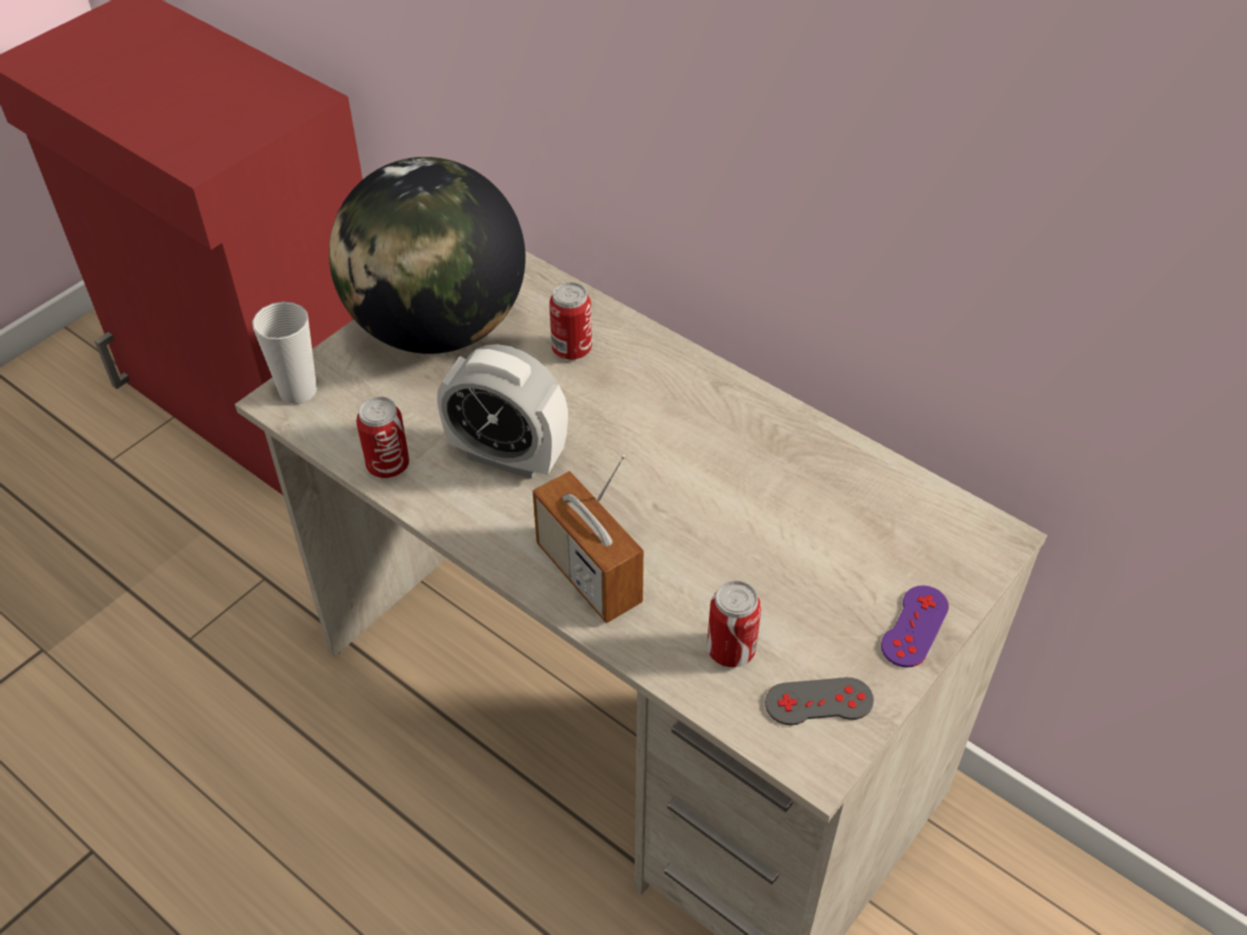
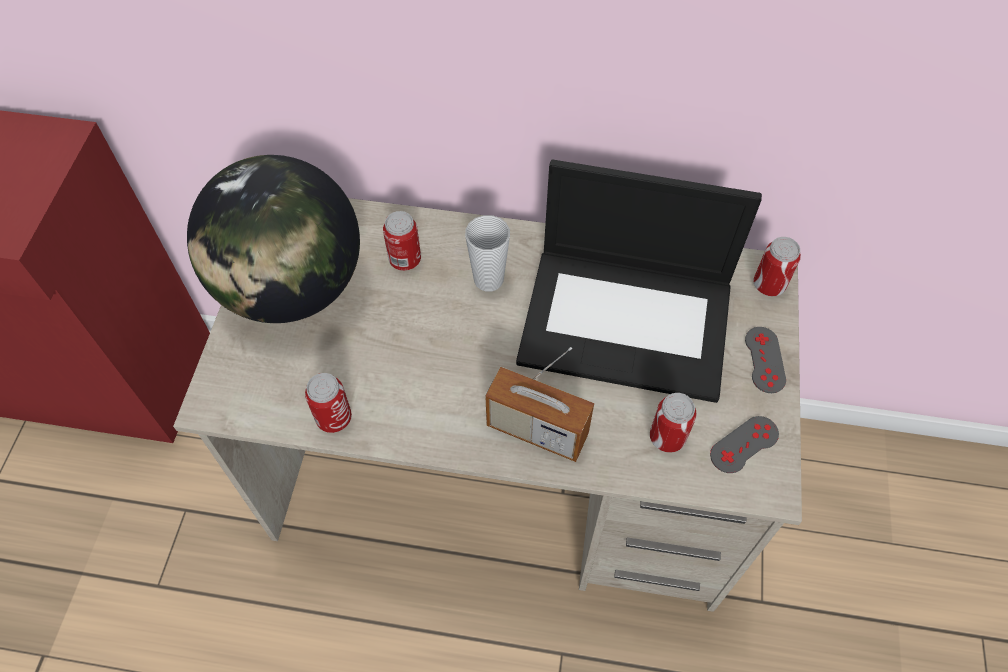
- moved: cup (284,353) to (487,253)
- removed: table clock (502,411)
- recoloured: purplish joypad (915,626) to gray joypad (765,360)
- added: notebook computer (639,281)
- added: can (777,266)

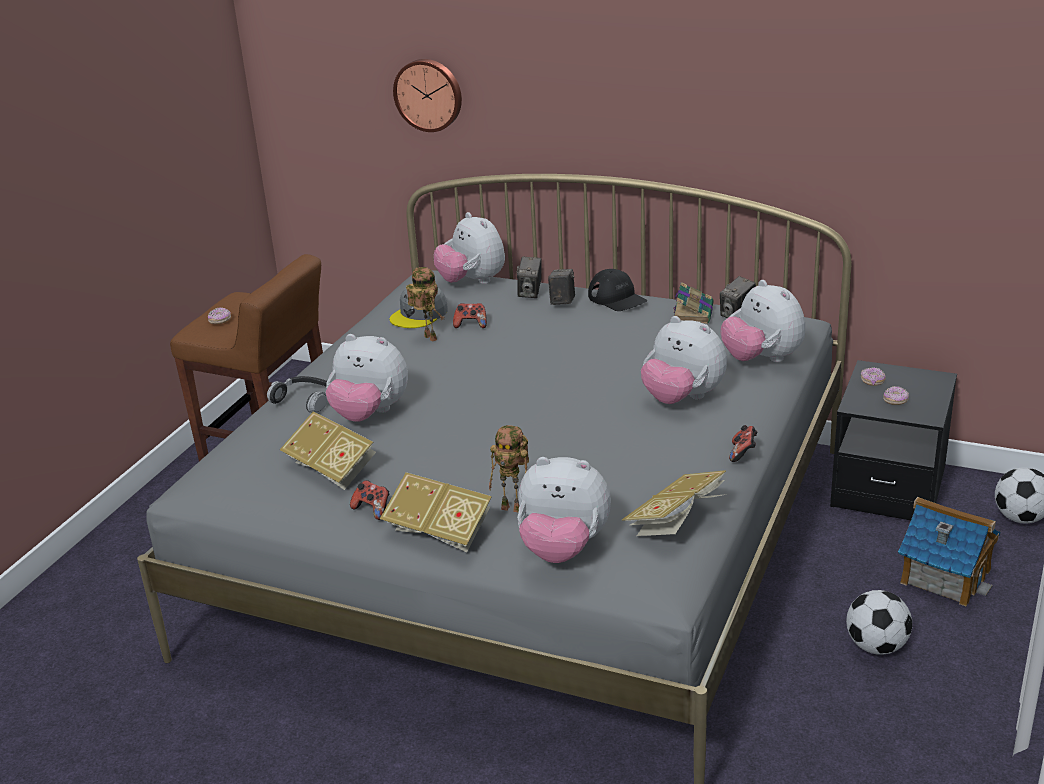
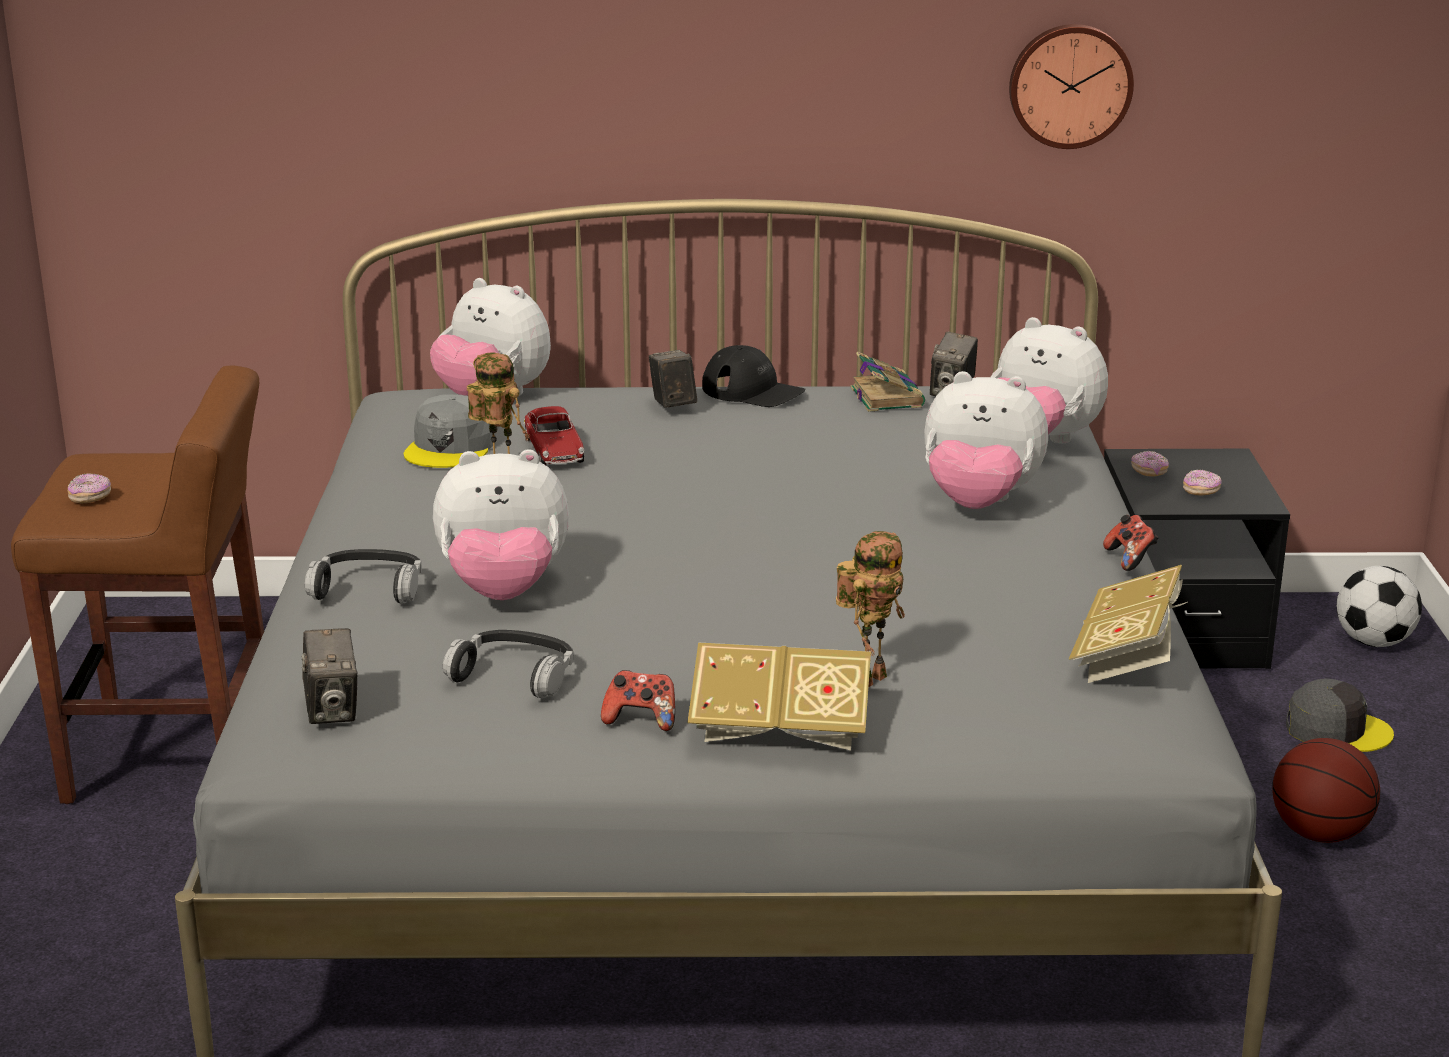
- replaced: book (328,450) to headset (508,664)
- moved: clock on the wall (427,95) to (1071,86)
- replaced: joypad (470,315) to miniature car (553,435)
- turned: robot figure (509,469) = (870,609) 45 degrees counterclockwise
- moved: photo camera (529,277) to (329,676)
- removed: cuddly toy (564,510)
- replaced: football (879,622) to ball for basketball (1326,790)
- replaced: miniature house (949,551) to gray peaked cap (1340,715)

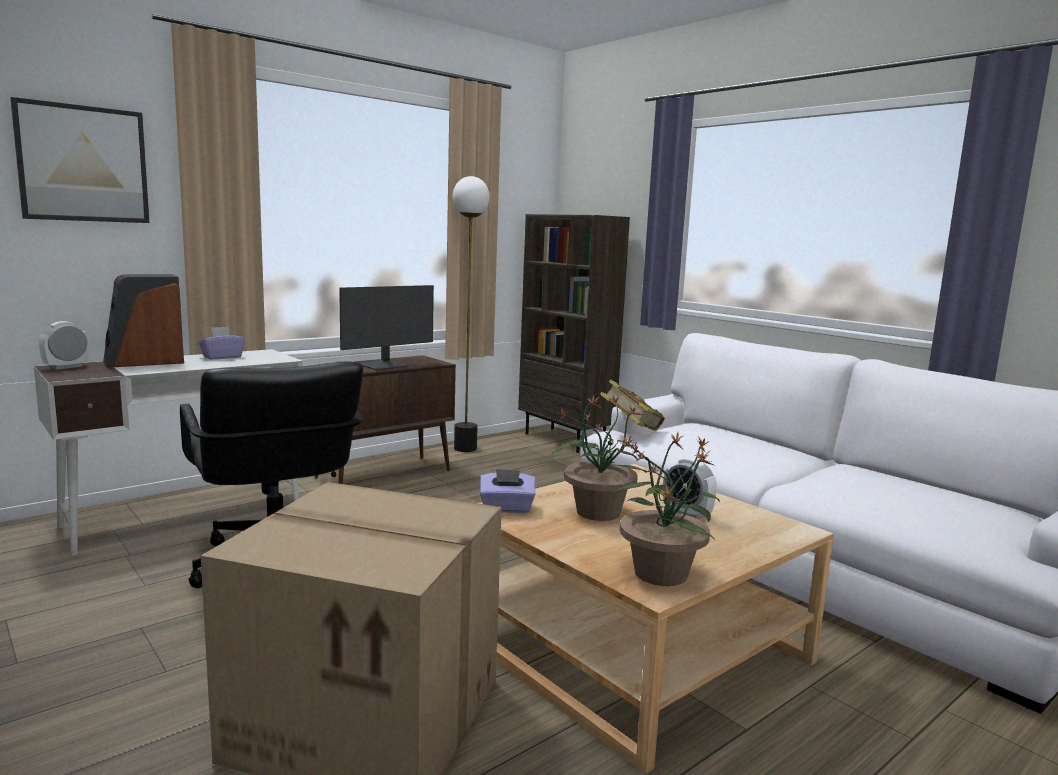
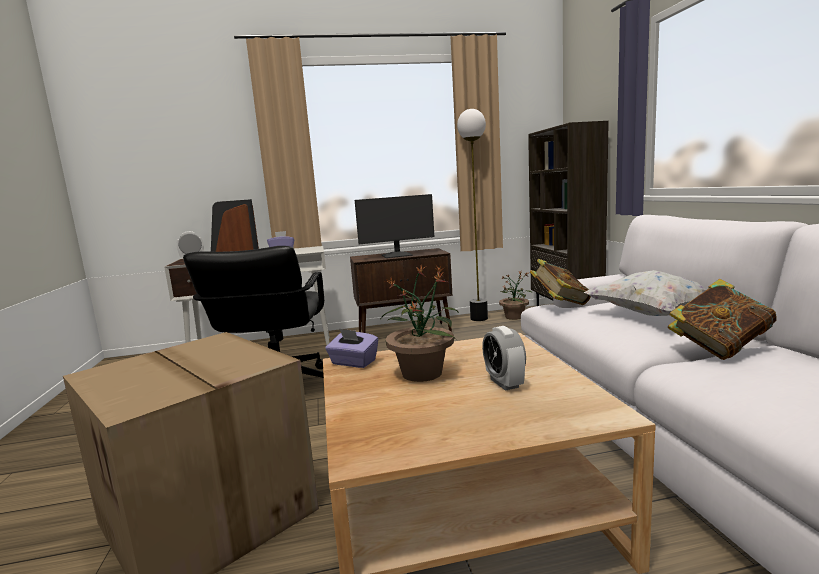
- removed: wall picture (79,160)
- moved: plant in a pot (667,509) to (516,296)
- added: whitish throw pillow (645,293)
- added: book (722,319)

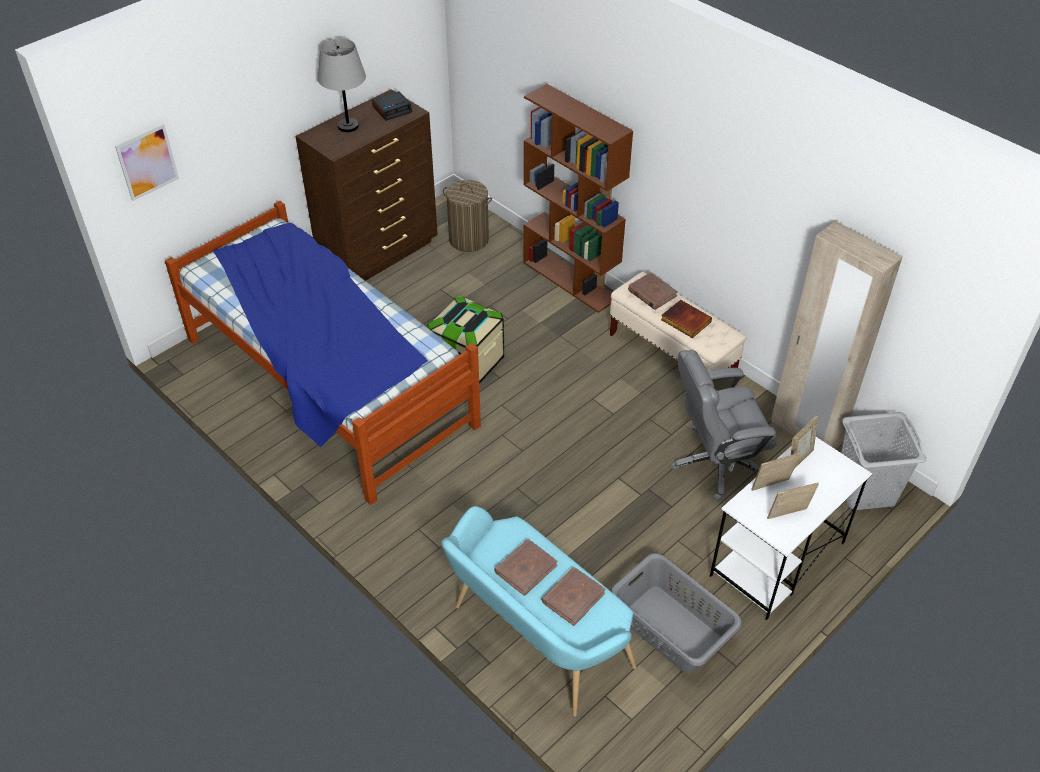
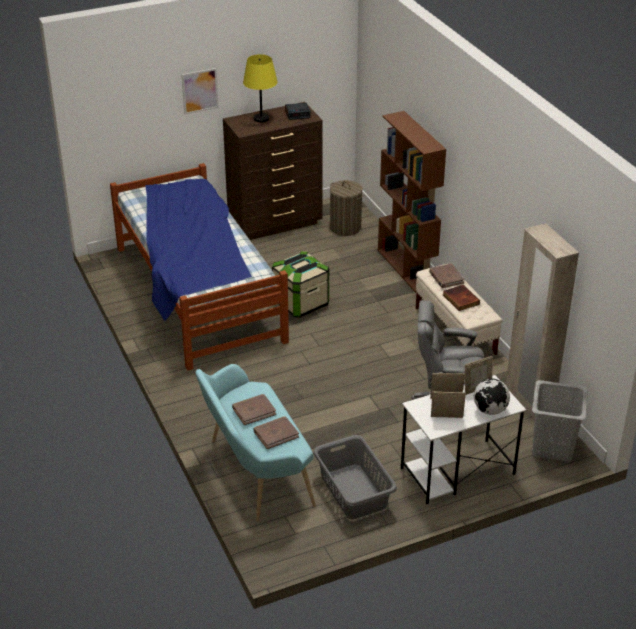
- moved: wall picture (147,162) to (200,91)
- recoloured: gray table lamp (342,85) to yellowish table lamp (260,88)
- added: desk globe (492,396)

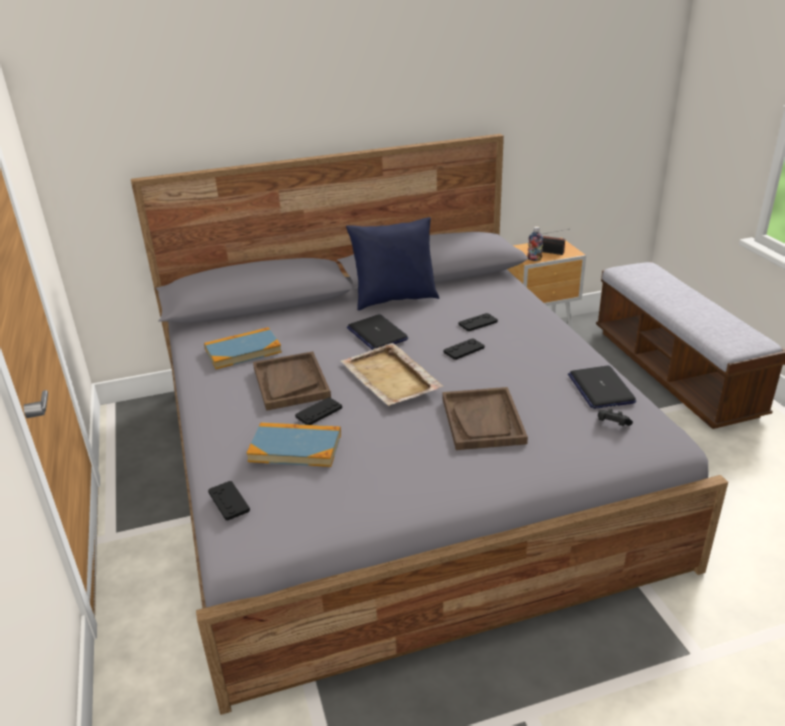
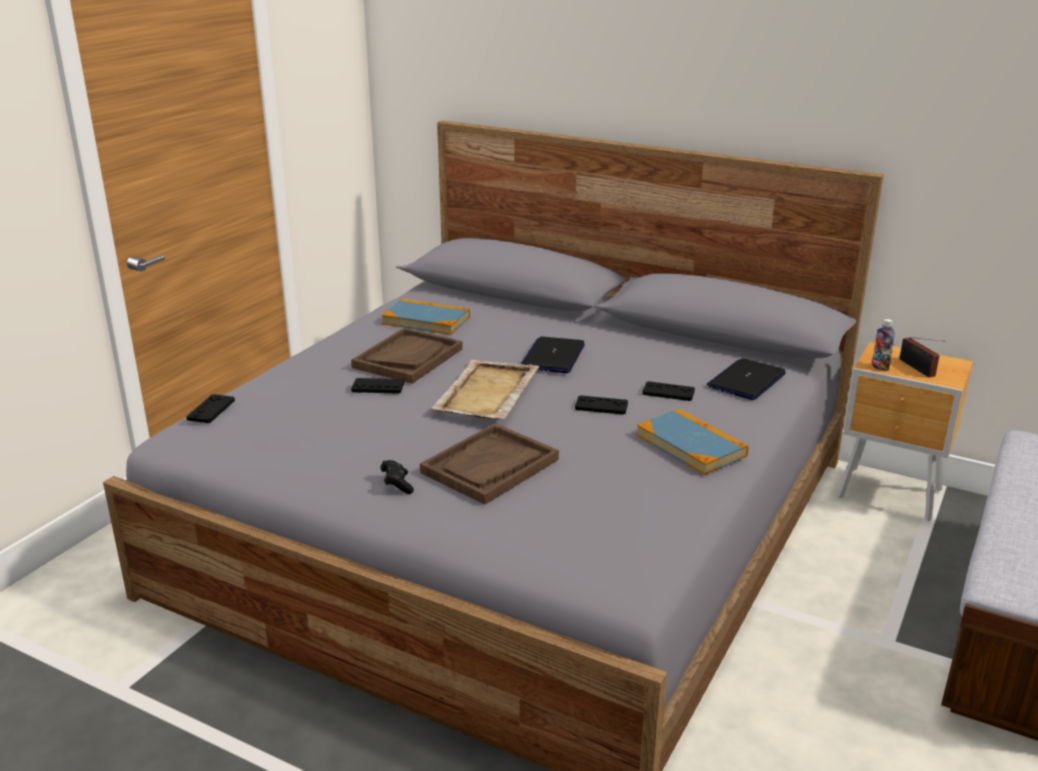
- moved: book (293,444) to (693,441)
- removed: bluish throw pillow (392,263)
- moved: notebook computer (602,387) to (746,379)
- moved: black joypad (615,417) to (397,477)

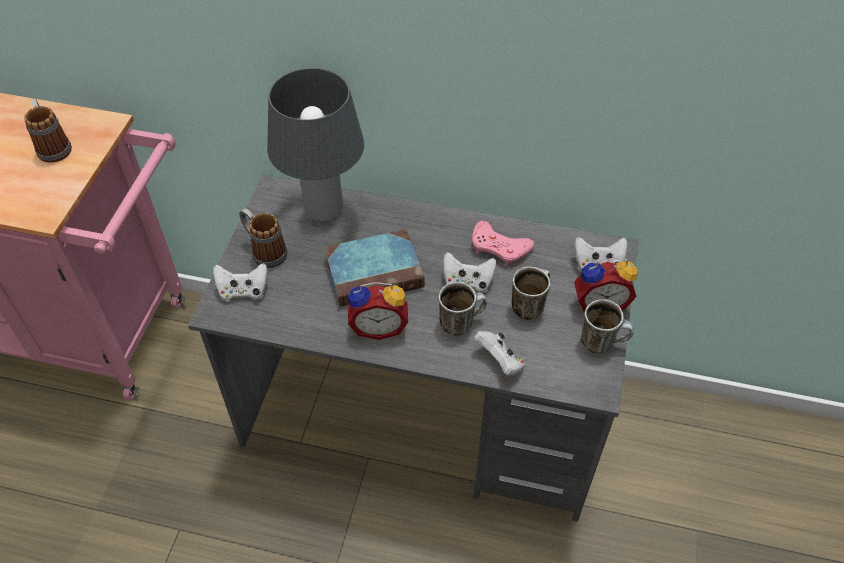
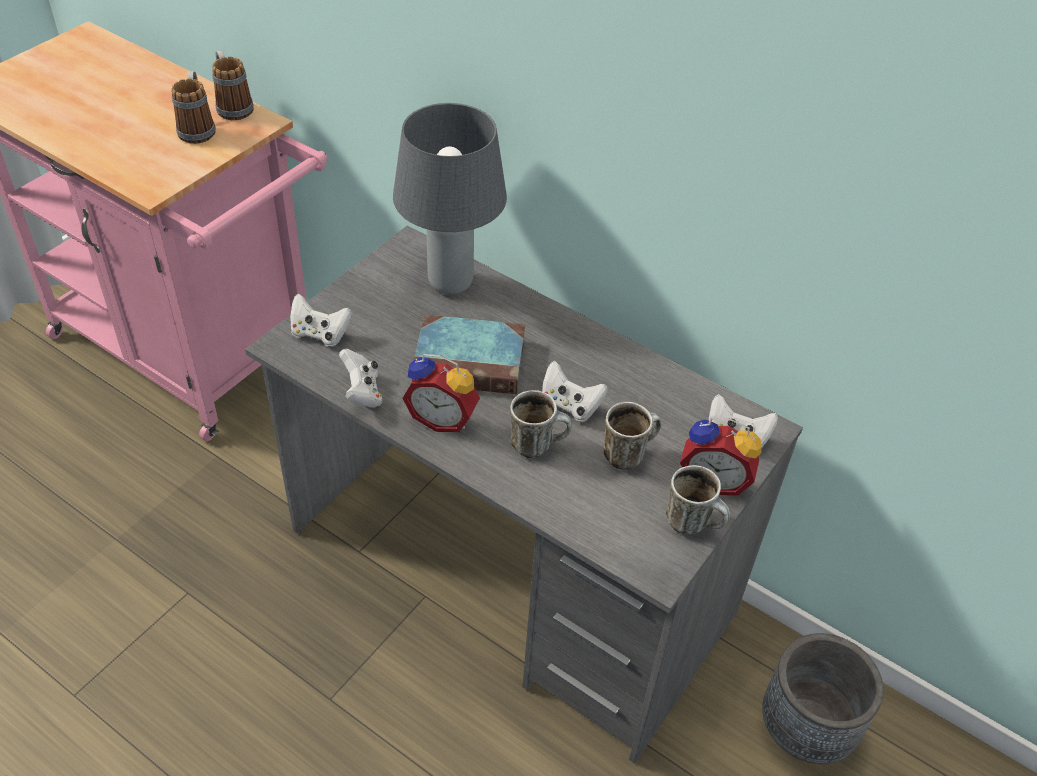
- moved: mug (263,238) to (233,85)
- removed: pinkish joypad (503,243)
- moved: whitish joypad (499,353) to (360,378)
- added: gray flower pot (823,698)

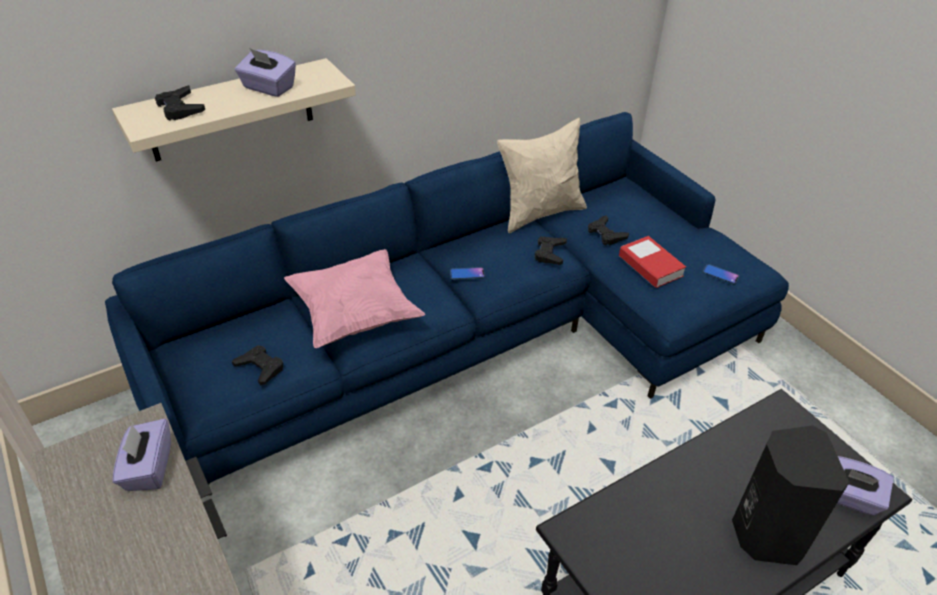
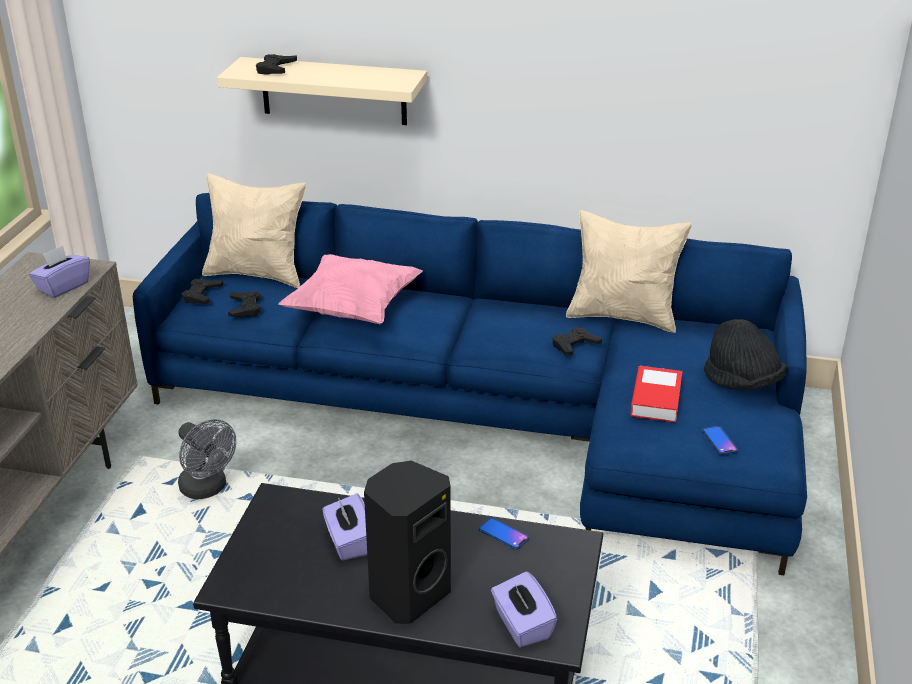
- moved: purplish tissue holder (265,72) to (345,527)
- moved: handset (467,273) to (503,533)
- moved: black joypad (608,230) to (202,291)
- added: gray cooling fan (207,459)
- added: beige throw pillow (254,230)
- added: black clothing hat (745,354)

